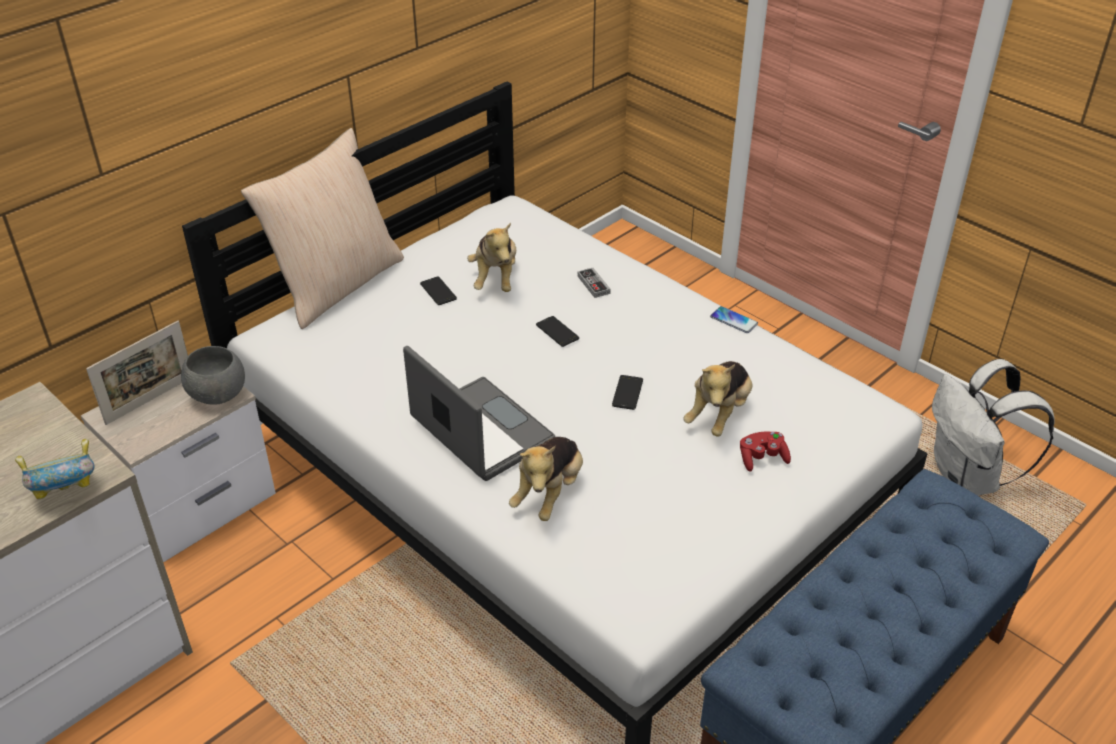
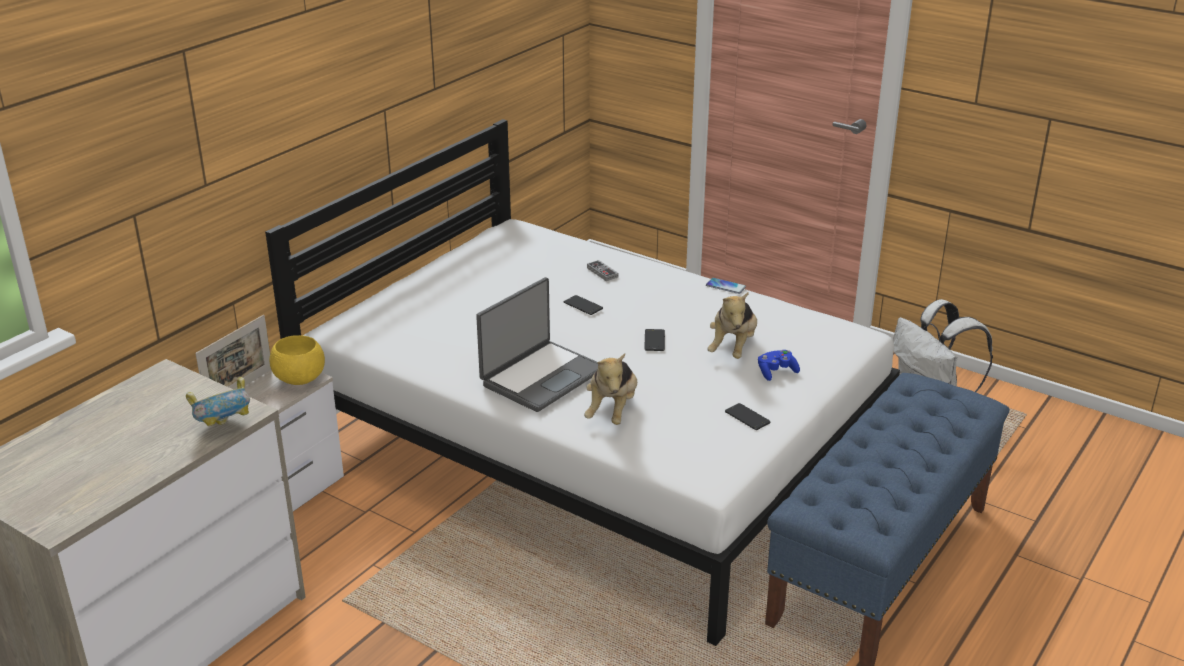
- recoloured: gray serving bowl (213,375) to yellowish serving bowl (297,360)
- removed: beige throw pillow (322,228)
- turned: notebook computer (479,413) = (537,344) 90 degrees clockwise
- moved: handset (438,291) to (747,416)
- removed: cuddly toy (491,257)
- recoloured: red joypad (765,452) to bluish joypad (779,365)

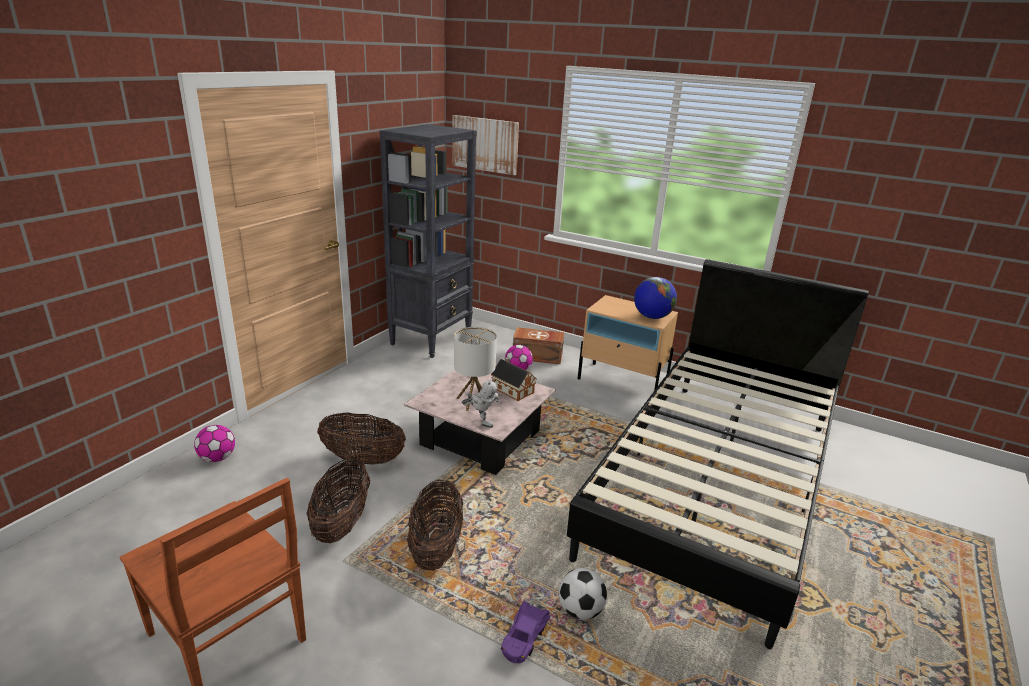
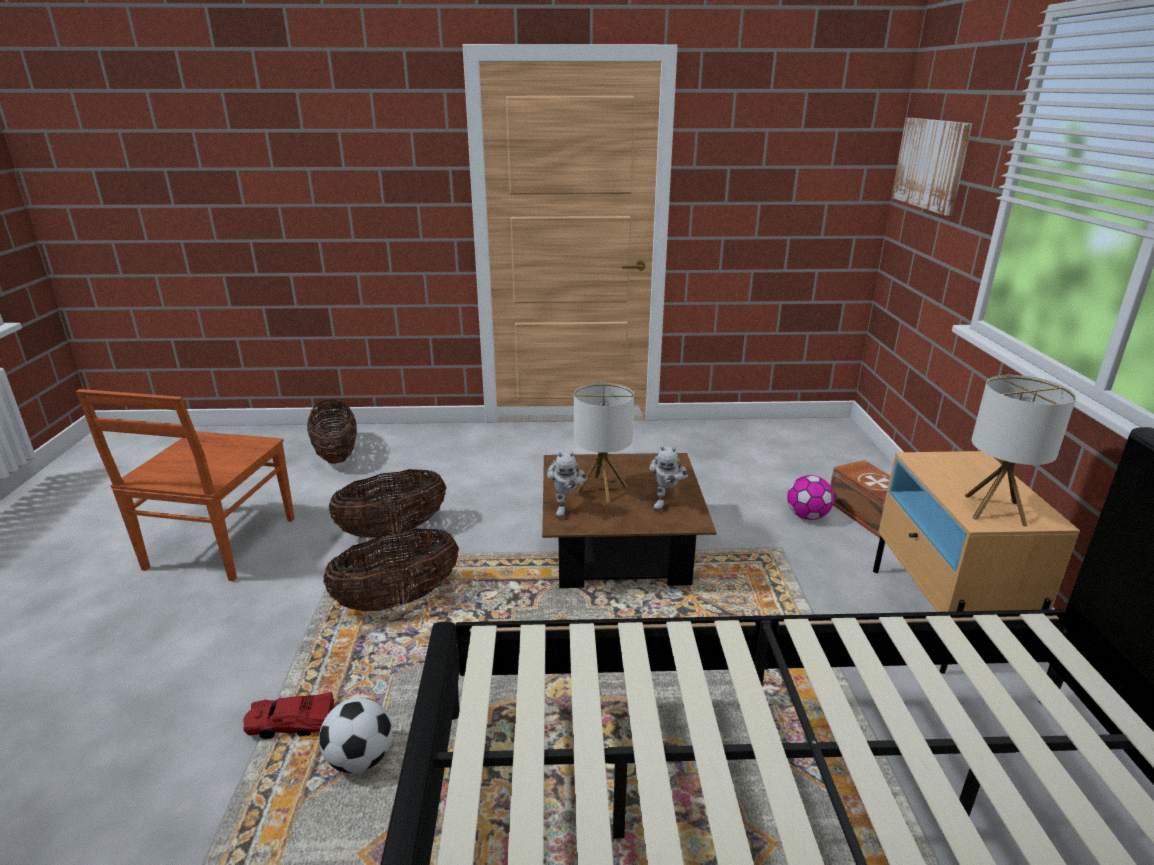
- removed: football (214,443)
- moved: basket (361,438) to (332,432)
- removed: black shelving unit (428,241)
- recoloured: pinkish coffee table (480,422) to brown coffee table (629,520)
- replaced: miniature house (513,379) to robot figure (668,478)
- recoloured: purplish miniature car (525,632) to red miniature car (289,715)
- replaced: desk globe (655,298) to table lamp (1020,451)

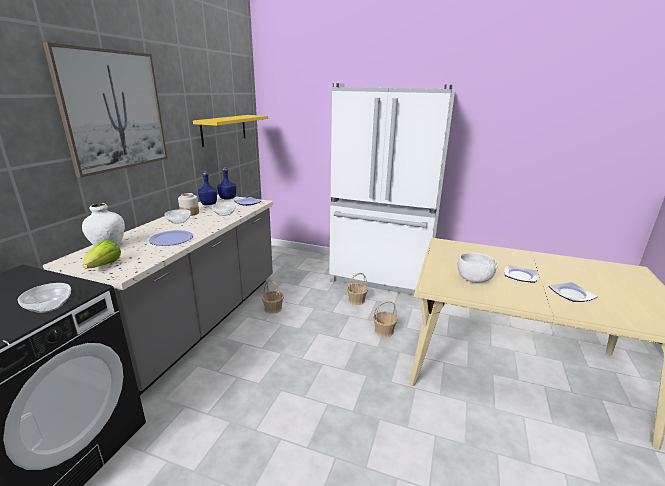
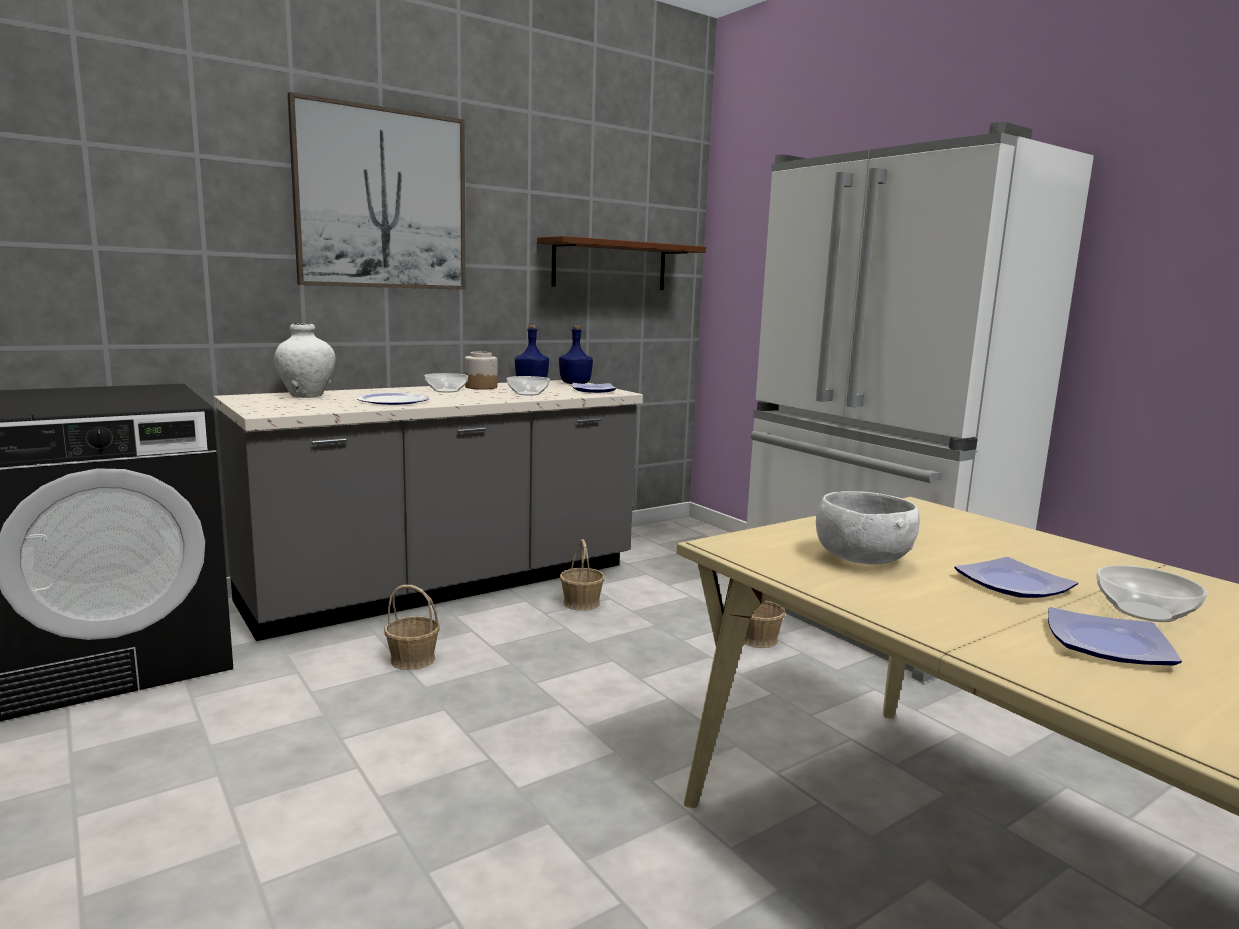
- moved: serving bowl (44,298) to (1151,593)
- removed: lettuce (102,254)
- recoloured: yellowish wall shelf (230,131) to brown wall shelf (621,263)
- moved: basket (385,319) to (412,627)

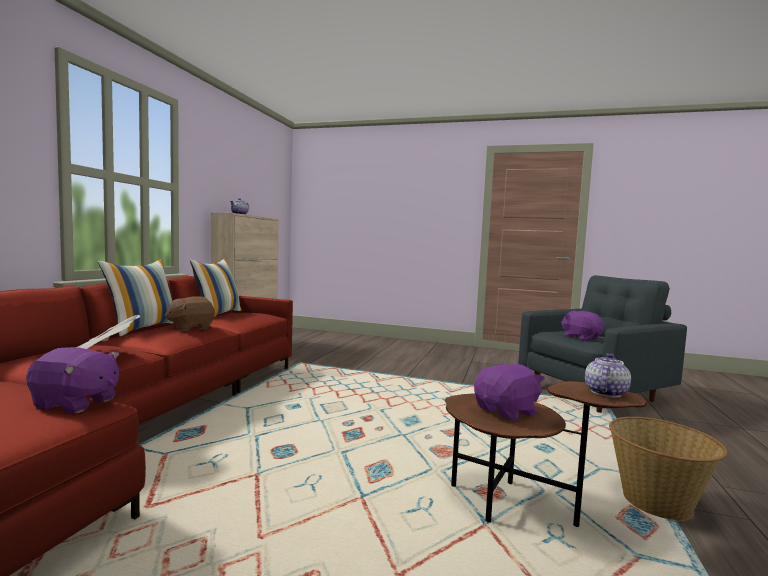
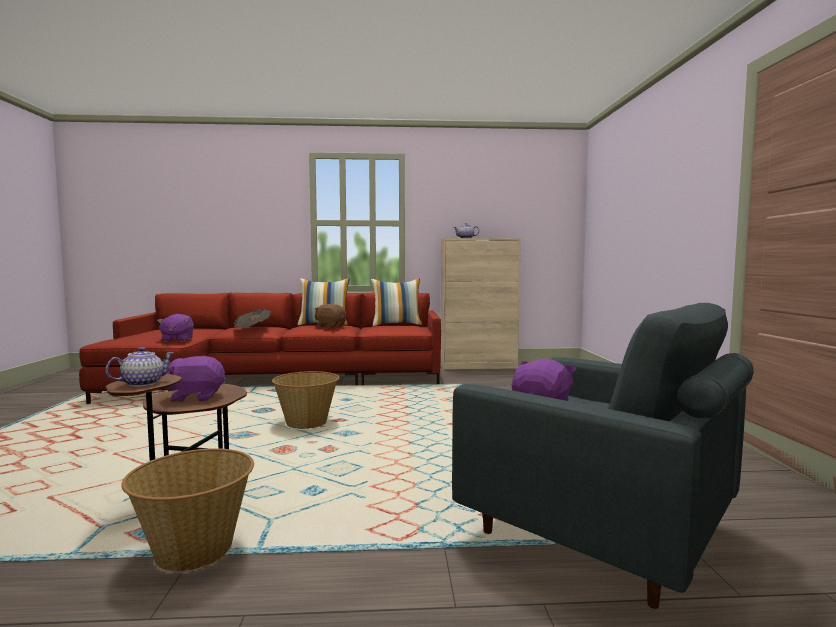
- turned: purplish cuddly toy (509,392) = (196,379) 135 degrees clockwise
- turned: pot for tea (608,375) = (140,367) 60 degrees counterclockwise
- added: basket (305,400)

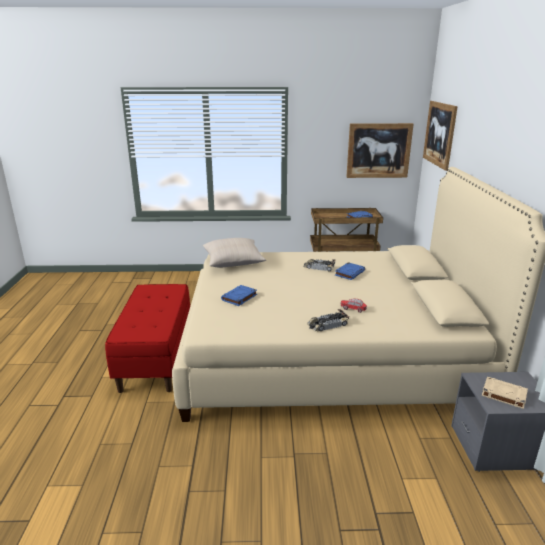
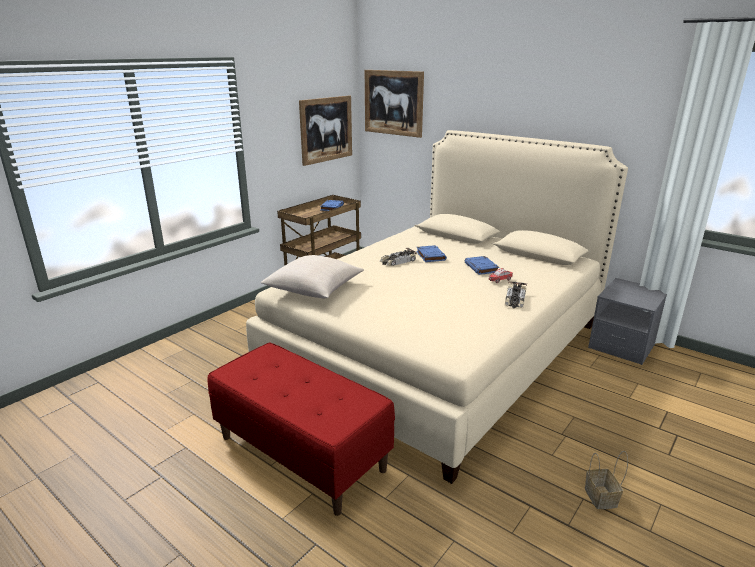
- moved: bluish book (239,295) to (482,265)
- removed: beige book (505,393)
- added: basket (606,480)

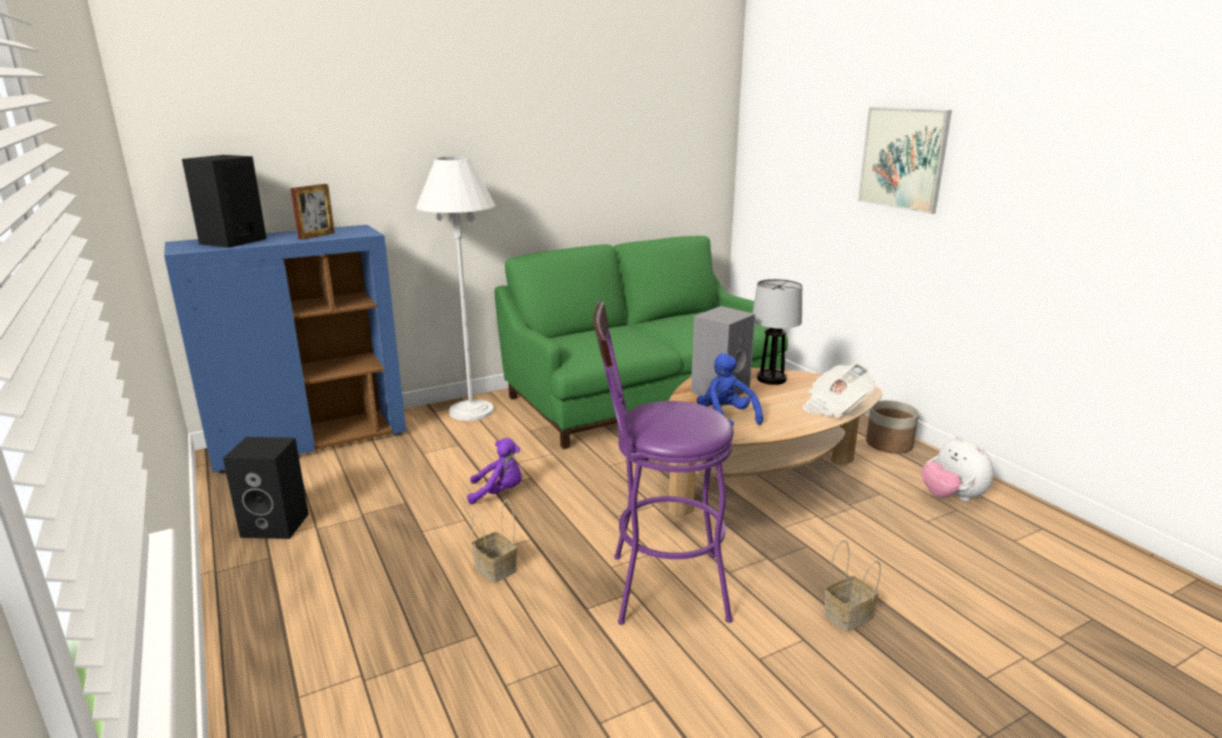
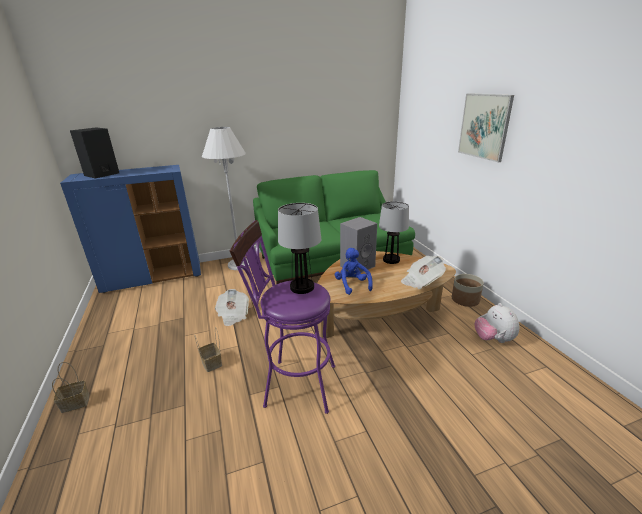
- removed: black audio speaker (266,488)
- removed: picture frame (313,212)
- replaced: purplish cuddly toy (494,471) to newspaper (232,307)
- moved: basket (852,586) to (70,387)
- added: table lamp (299,248)

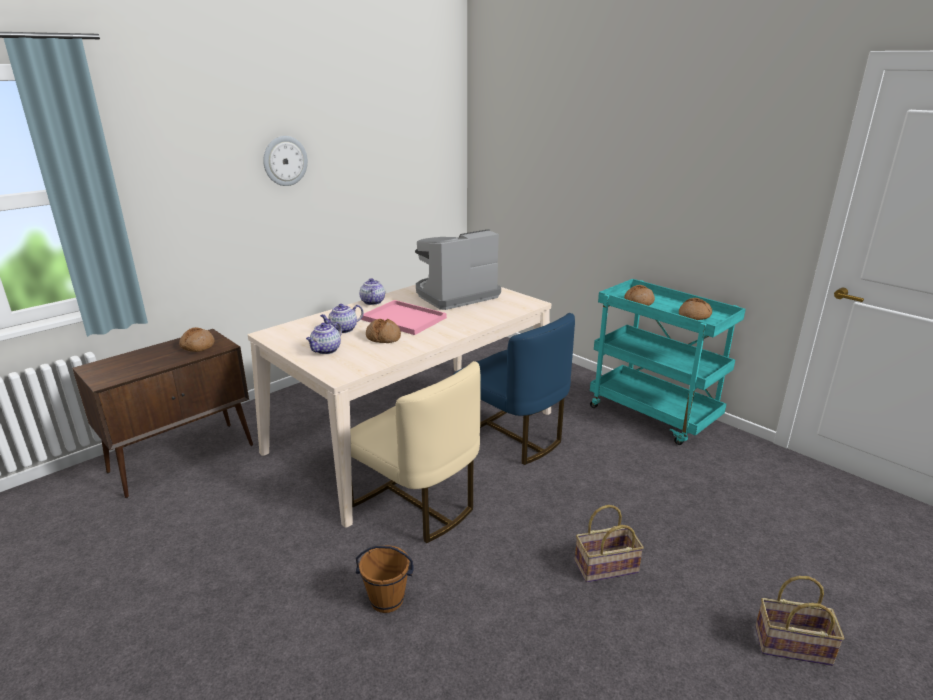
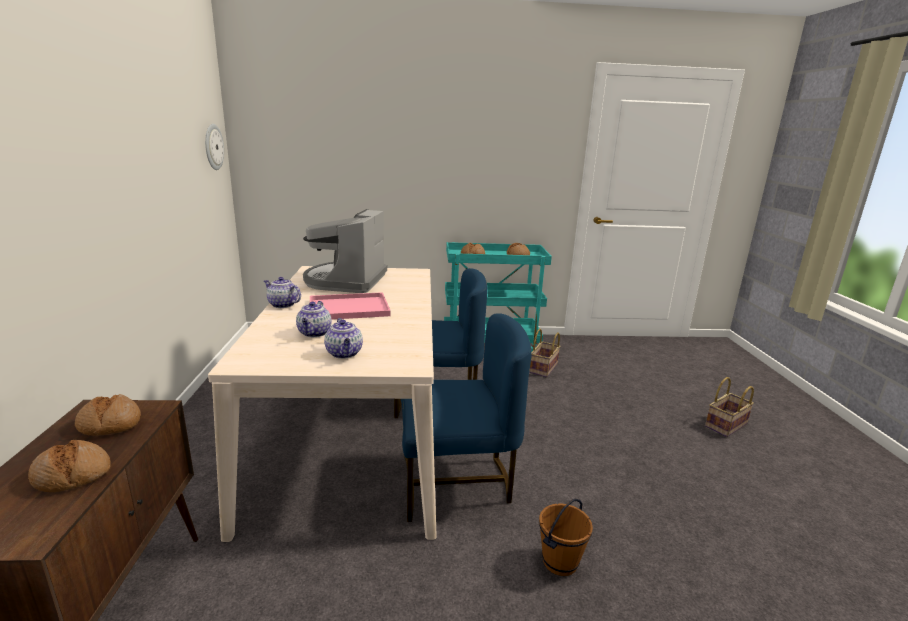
- moved: clock on the wall (285,161) to (214,147)
- recoloured: beige plain chair (415,452) to bluish plain chair (466,417)
- moved: bakery bread (383,331) to (69,466)
- moved: basket (609,543) to (544,353)

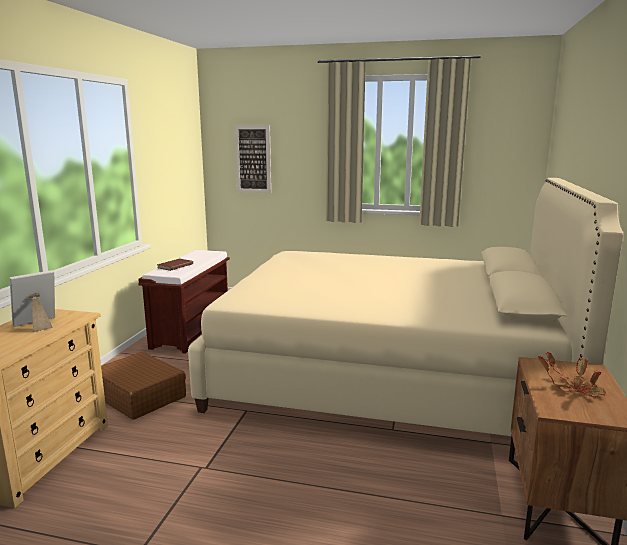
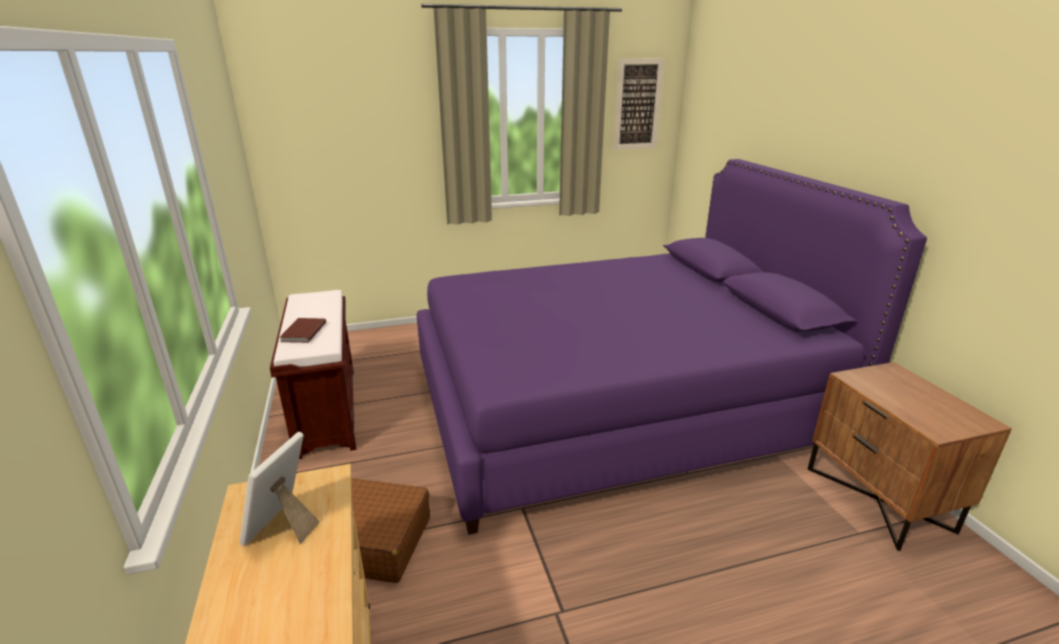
- recoloured: beige bed (405,307) to purplish bed (672,347)
- moved: wall picture (252,159) to (639,104)
- removed: plant in a pot (572,374)

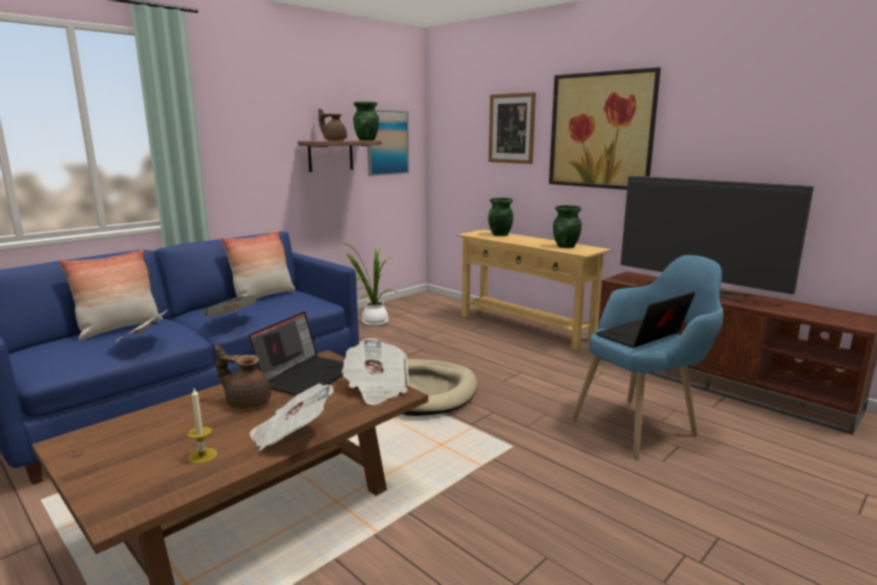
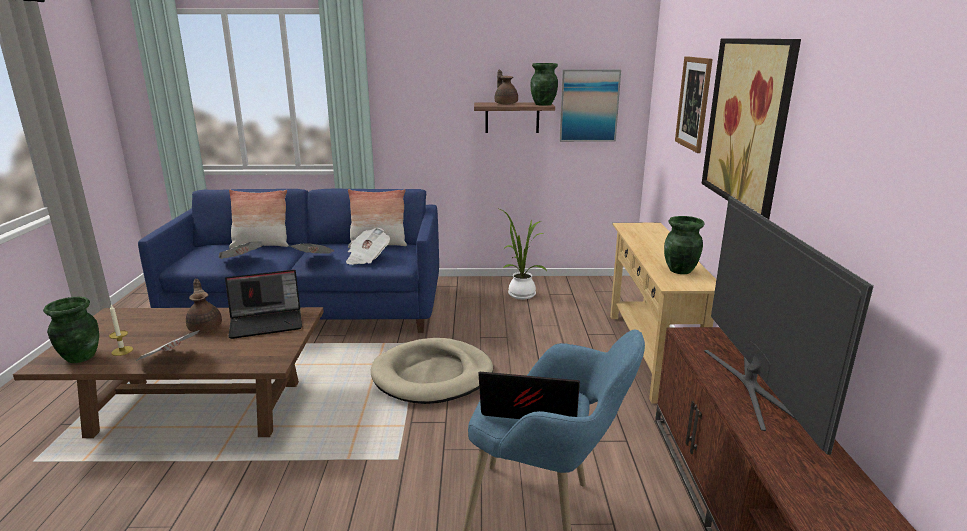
- moved: newspaper (375,371) to (368,246)
- moved: green-coloured flower vase (500,217) to (71,330)

